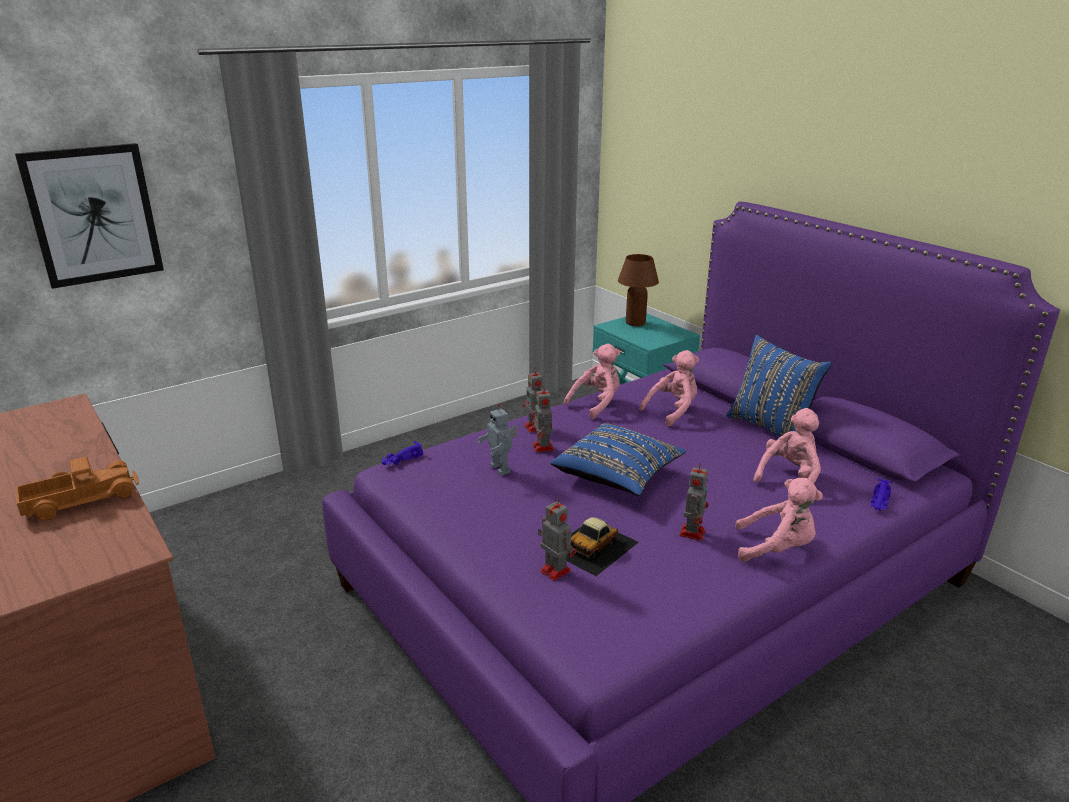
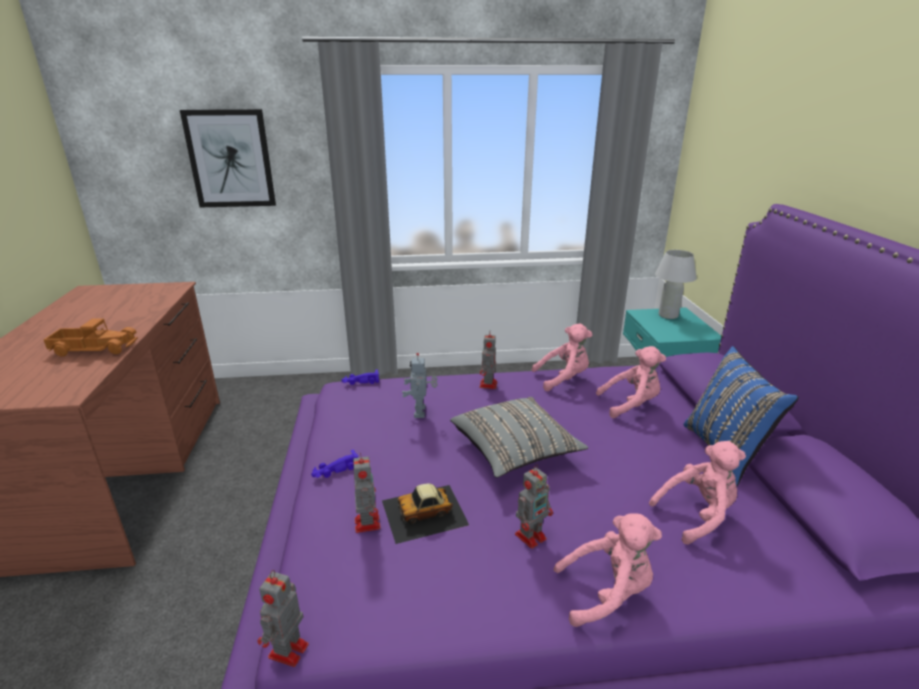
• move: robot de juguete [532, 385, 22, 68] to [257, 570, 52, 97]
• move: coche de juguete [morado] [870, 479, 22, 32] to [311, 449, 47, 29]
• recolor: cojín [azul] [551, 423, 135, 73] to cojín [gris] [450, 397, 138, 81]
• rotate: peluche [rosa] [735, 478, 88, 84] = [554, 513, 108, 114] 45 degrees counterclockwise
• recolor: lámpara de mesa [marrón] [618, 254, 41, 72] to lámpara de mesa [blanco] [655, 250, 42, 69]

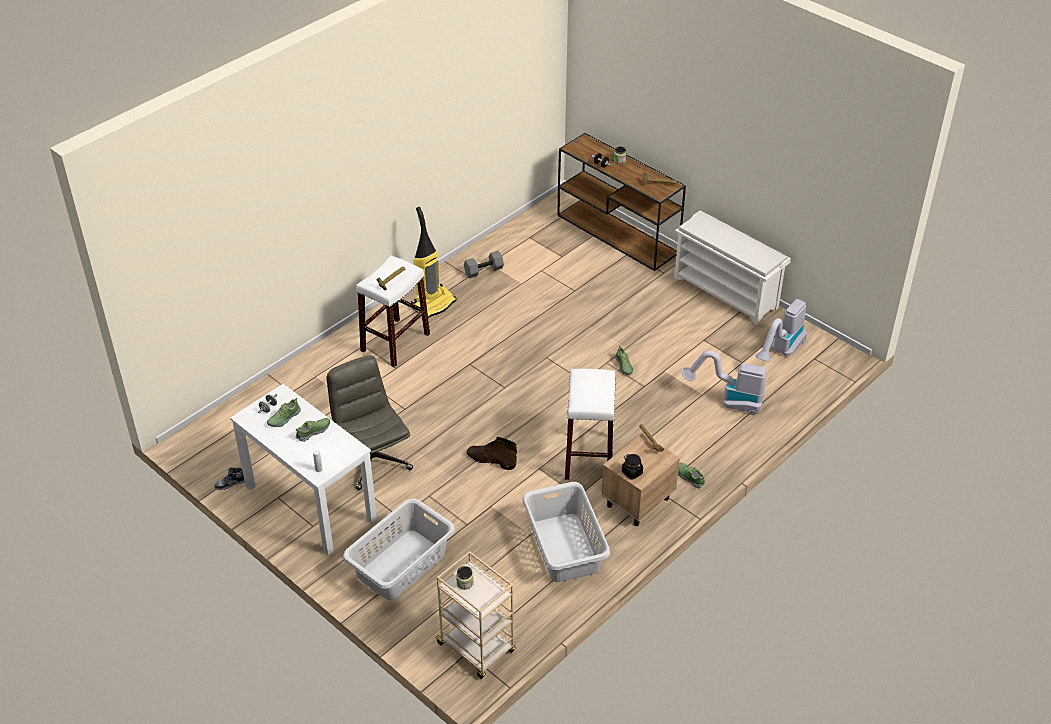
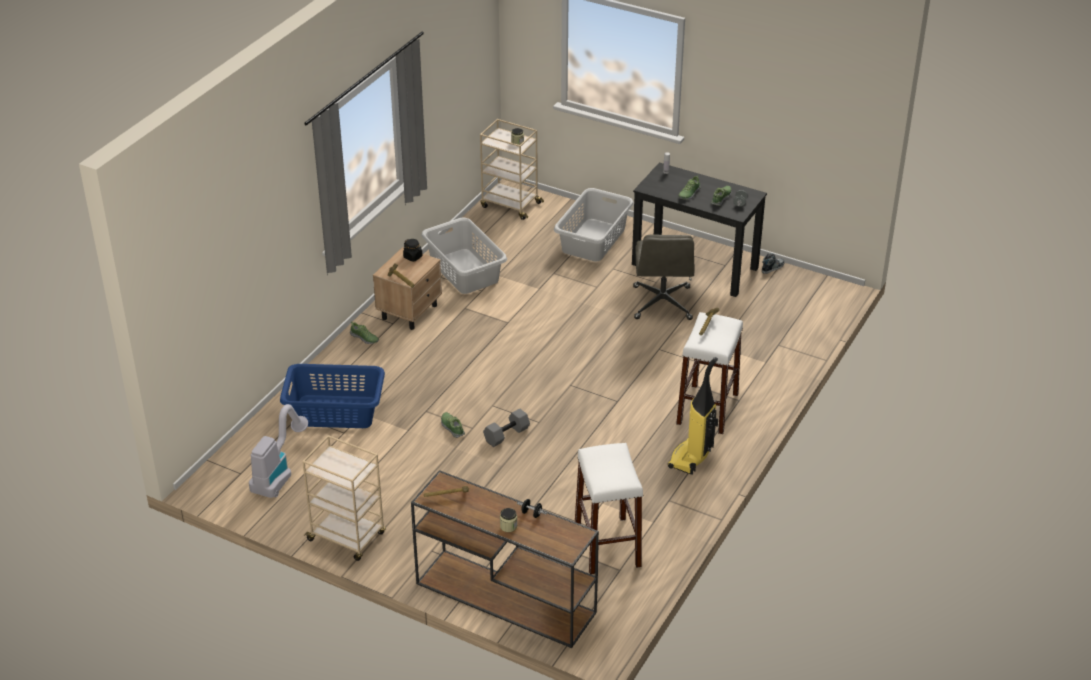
• replace: aspiradora [682, 350, 84, 66] to cesto de la ropa [azul] [280, 364, 105, 64]
• replace: zapatero [blanco] [674, 210, 117, 115] to carrito [beis] [302, 435, 84, 126]
• move: mancuerna [gris] [464, 251, 40, 27] to [483, 408, 47, 39]
• move: taburete [blanco] [565, 369, 51, 111] to [575, 443, 68, 131]
• recolor: escritorio [blanco] [230, 384, 147, 171] to escritorio [negro] [632, 162, 135, 135]
• rotate: silla de oficina [gris] [326, 356, 87, 134] = [633, 235, 61, 85] 45 degrees clockwise
• delete: bota [marrón] [467, 437, 50, 33]

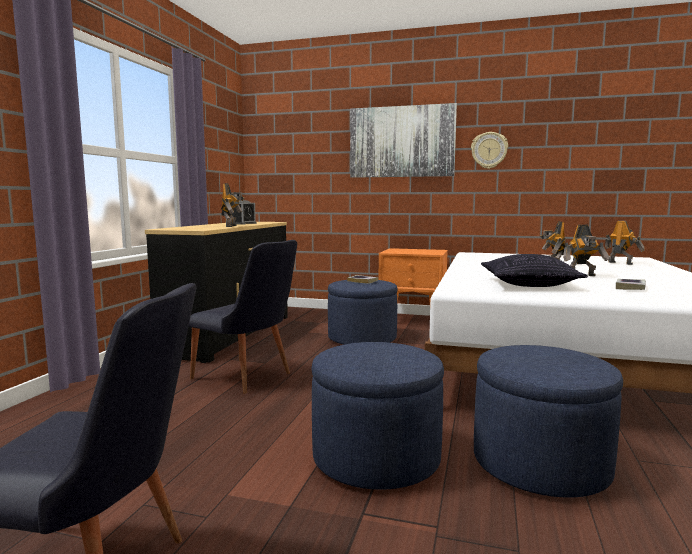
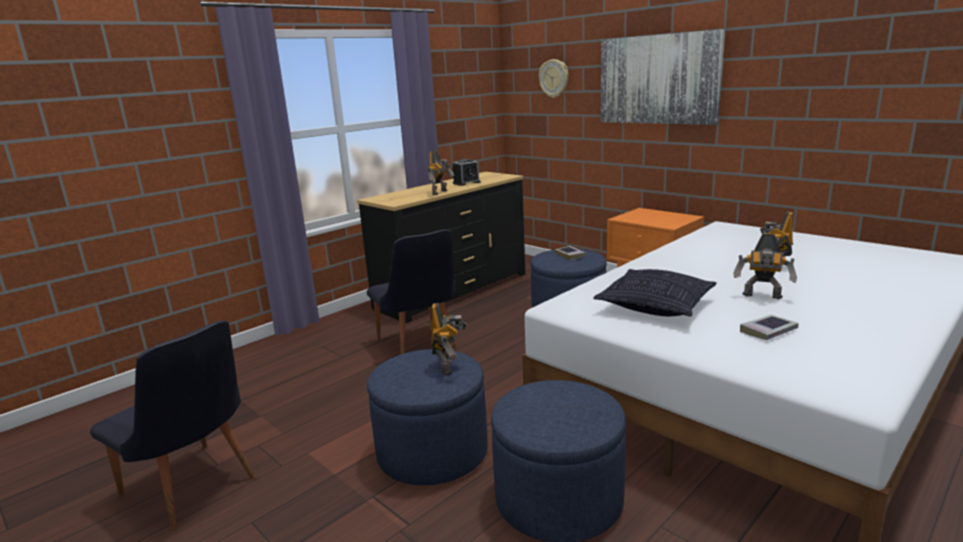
• move: robot de juguete [605, 221, 40, 44] to [431, 303, 36, 73]
• move: reloj de pared [471, 132, 37, 37] to [539, 59, 29, 39]

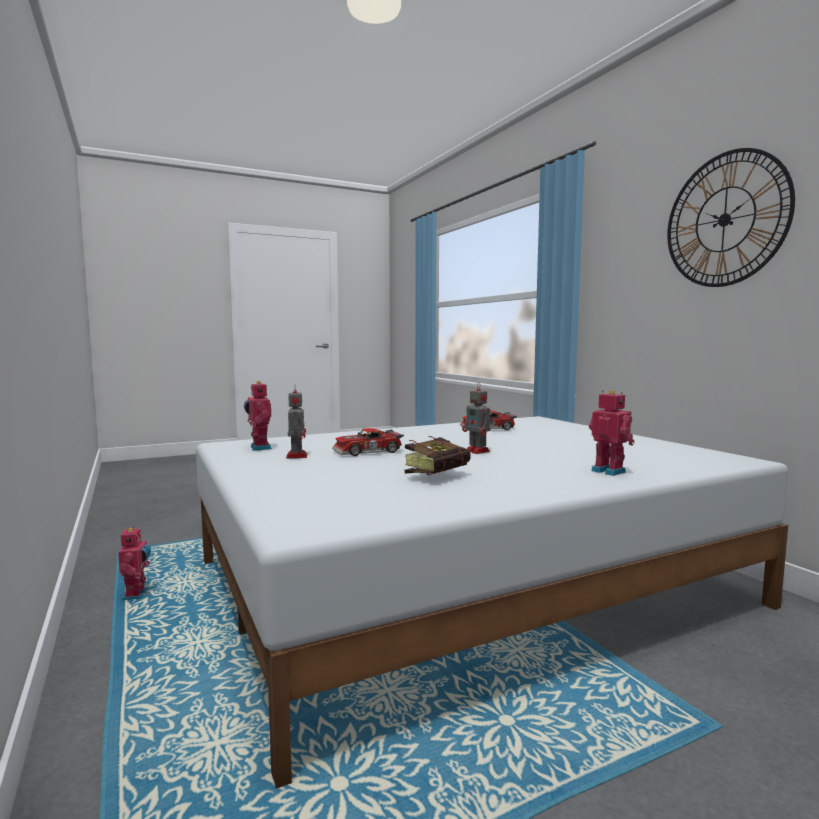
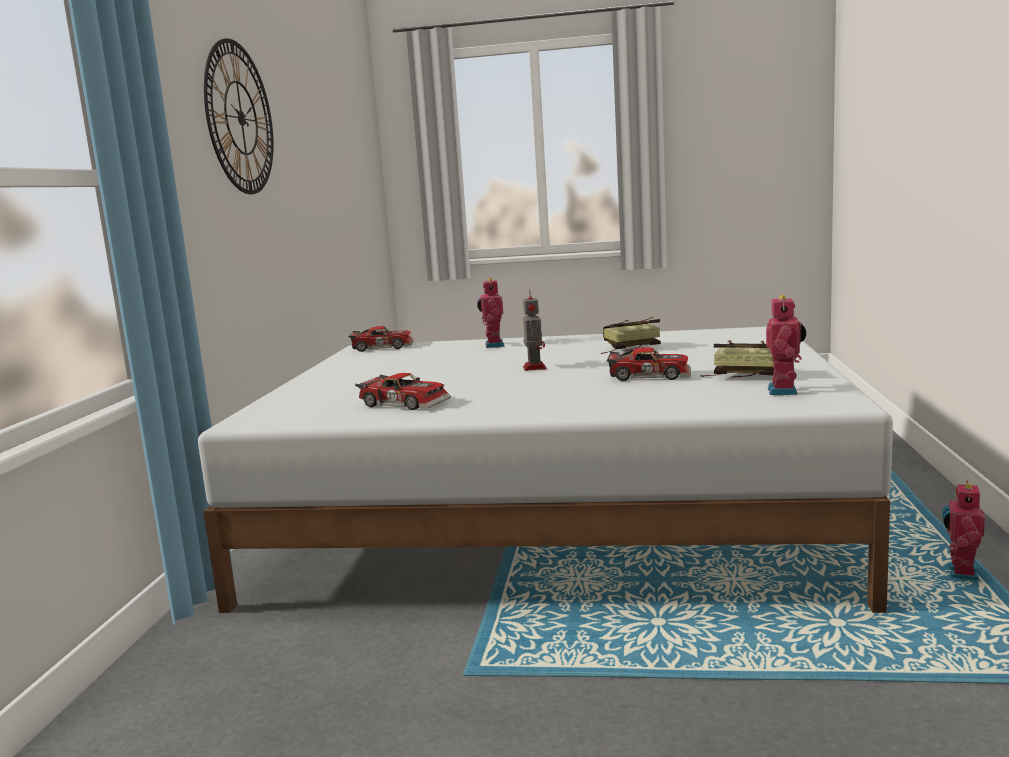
• insert: coche de juguete [349, 326, 65, 26]
• replace: robot de juguete [286, 390, 21, 69] to libro [700, 340, 74, 38]

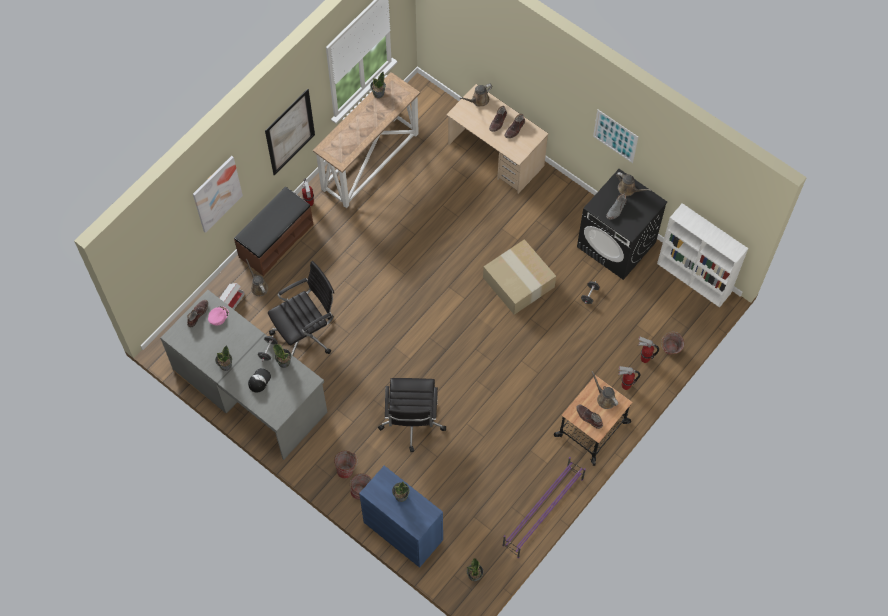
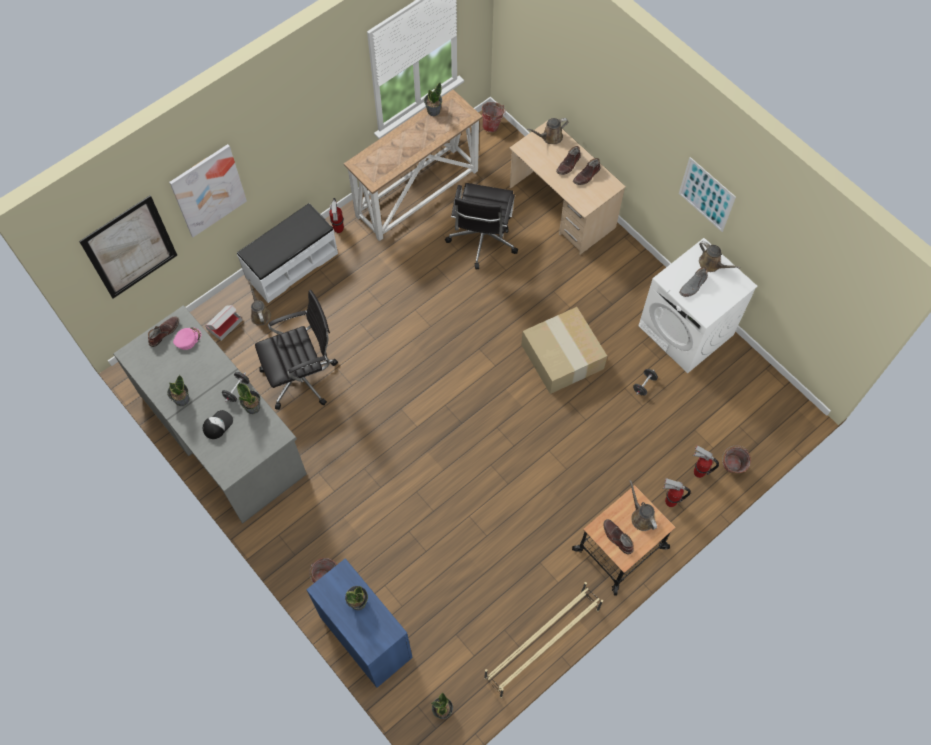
• move: cuadro [265, 89, 50, 87] to [79, 195, 98, 103]
• recolor: banco [marrón] [234, 187, 79, 89] to banco [blanco] [237, 203, 101, 100]
• move: silla de oficina [negro] [378, 378, 68, 74] to [445, 183, 73, 87]
• move: cubo [334, 451, 24, 28] to [482, 102, 24, 30]
• recolor: zapatero [morado] [502, 457, 84, 101] to zapatero [beis] [484, 582, 119, 116]
• recolor: lavadora [negro] [577, 169, 90, 111] to lavadora [blanco] [638, 238, 120, 135]
• delete: estantería [blanco] [657, 203, 91, 105]

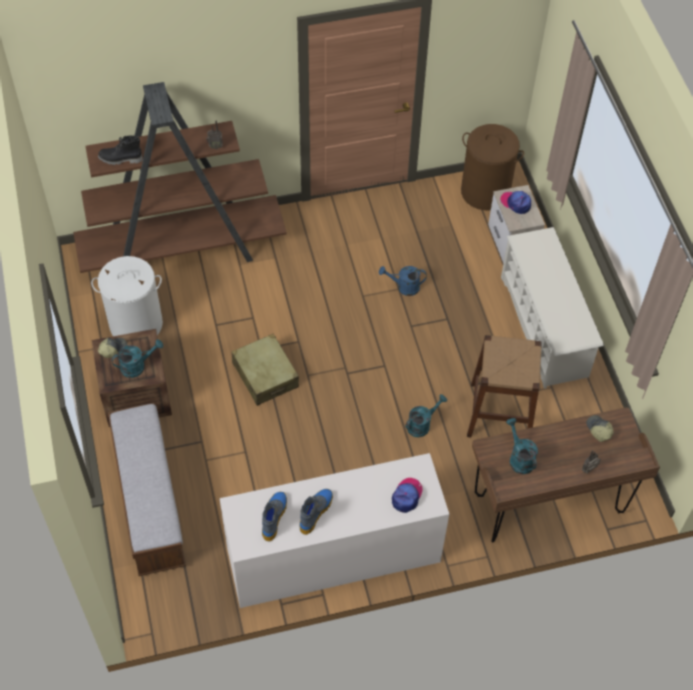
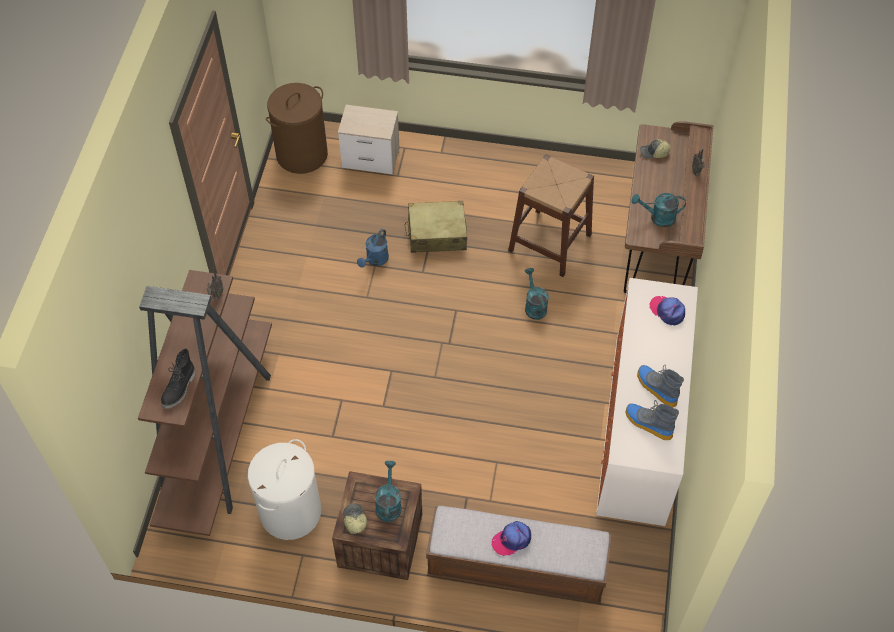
• move: maleta [beis] [231, 334, 68, 72] to [405, 201, 62, 52]
• move: gorra [500, 191, 31, 23] to [492, 521, 39, 35]
• delete: zapatero [blanco] [501, 227, 103, 162]

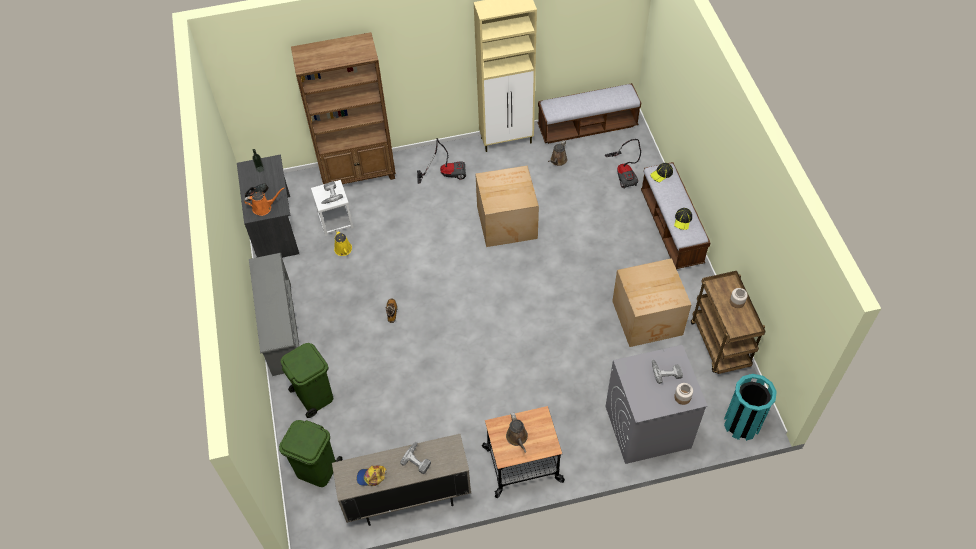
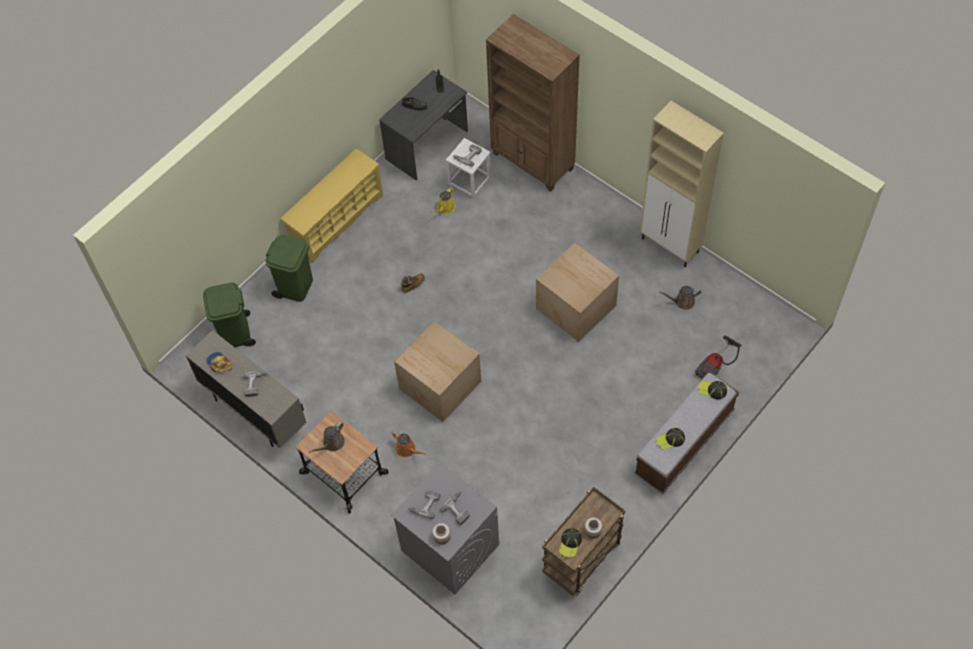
• recolor: zapatero [gris] [249, 253, 50, 123] to zapatero [amarillo] [280, 148, 103, 115]
• move: regadera [naranja] [244, 188, 40, 28] to [391, 431, 35, 27]
• move: caja de cartón [612, 258, 79, 89] to [394, 321, 87, 101]
• insert: taladro [408, 490, 32, 29]
• insert: gorra [559, 528, 23, 30]
• delete: aspiradora [417, 138, 49, 46]
• delete: banco [538, 83, 103, 61]
• delete: papelera [turquesa] [724, 374, 53, 67]

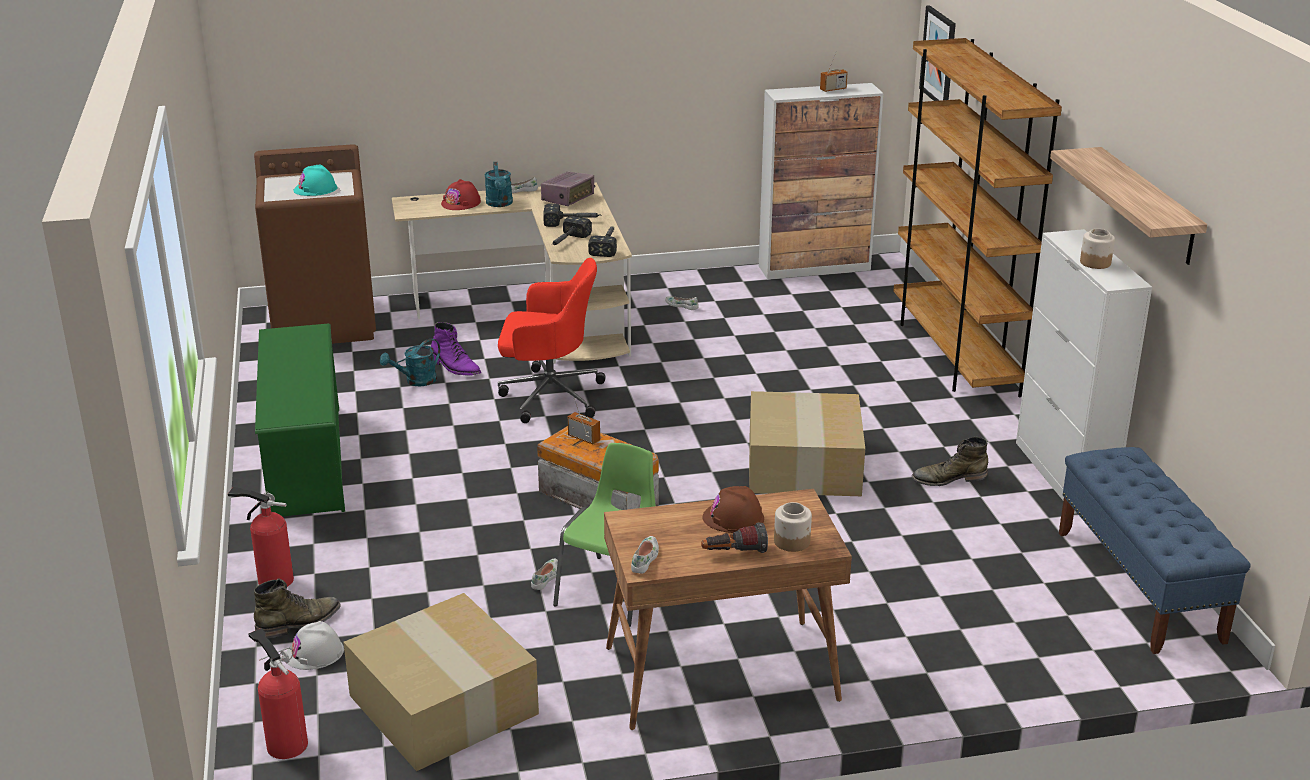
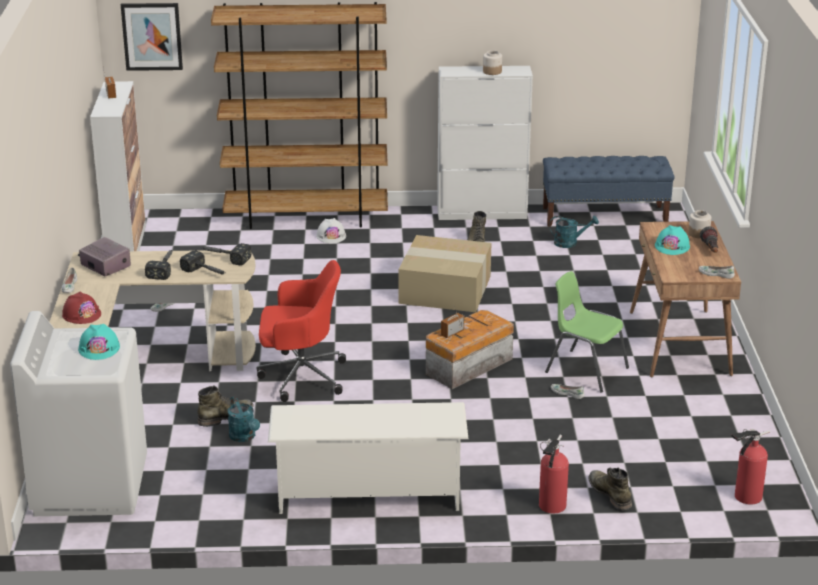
• recolor: lavadora [marrón] [254, 144, 122, 200] to lavadora [blanco] [10, 311, 137, 205]
• recolor: bota [morado] [431, 322, 50, 54] to bota [verde] [197, 385, 57, 42]
• rotate: silla de oficina [rojo] [498, 258, 108, 165] = [257, 260, 89, 142] 75 degrees clockwise
• recolor: zapatero [verde] [255, 323, 90, 194] to zapatero [blanco] [268, 402, 200, 112]
• move: casco [blanco] [286, 621, 58, 49] to [316, 218, 30, 26]
• move: regadera [turquesa] [484, 162, 29, 45] to [549, 216, 50, 32]
• recolor: casco [marrón] [702, 486, 62, 47] to casco [turquesa] [655, 225, 35, 30]
• delete: caja de cartón [343, 593, 196, 178]
• delete: estante [1050, 147, 157, 118]

